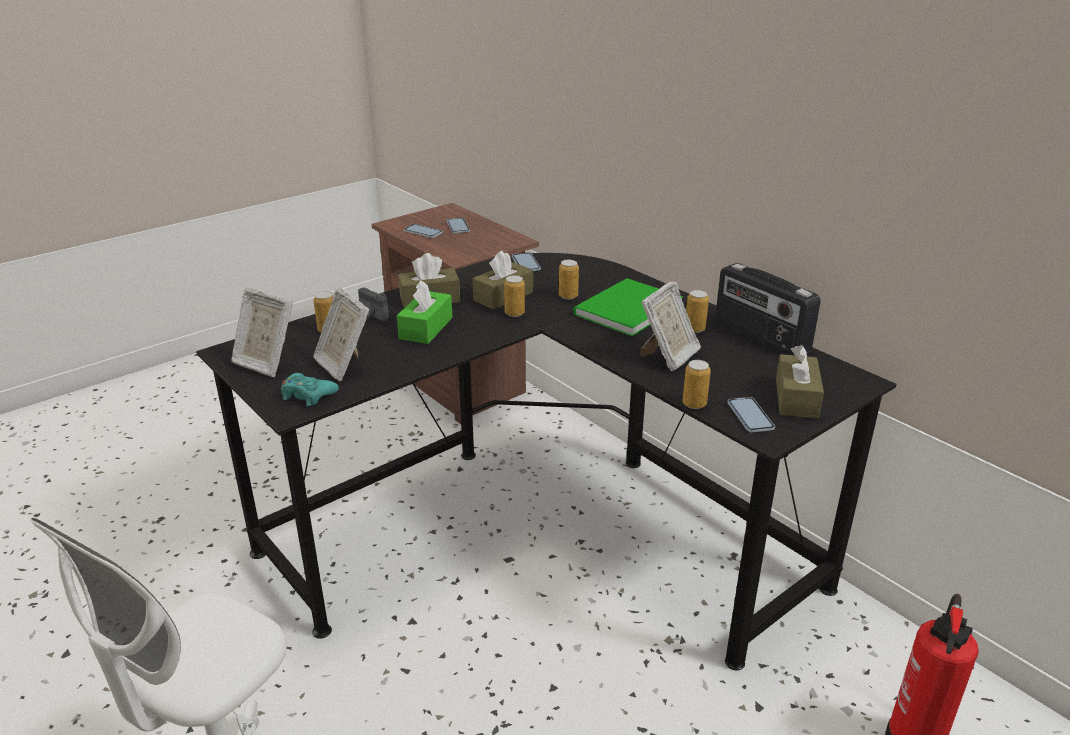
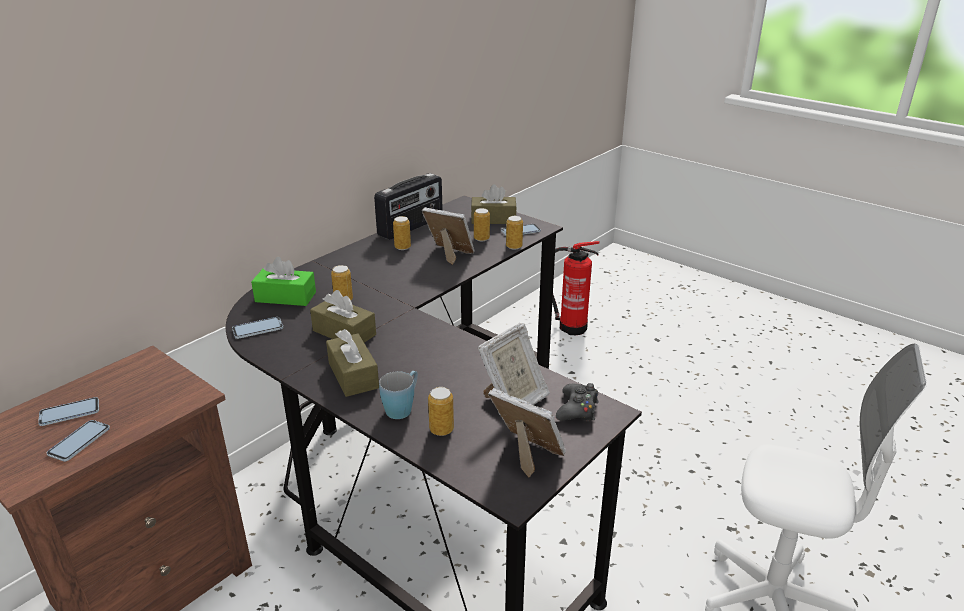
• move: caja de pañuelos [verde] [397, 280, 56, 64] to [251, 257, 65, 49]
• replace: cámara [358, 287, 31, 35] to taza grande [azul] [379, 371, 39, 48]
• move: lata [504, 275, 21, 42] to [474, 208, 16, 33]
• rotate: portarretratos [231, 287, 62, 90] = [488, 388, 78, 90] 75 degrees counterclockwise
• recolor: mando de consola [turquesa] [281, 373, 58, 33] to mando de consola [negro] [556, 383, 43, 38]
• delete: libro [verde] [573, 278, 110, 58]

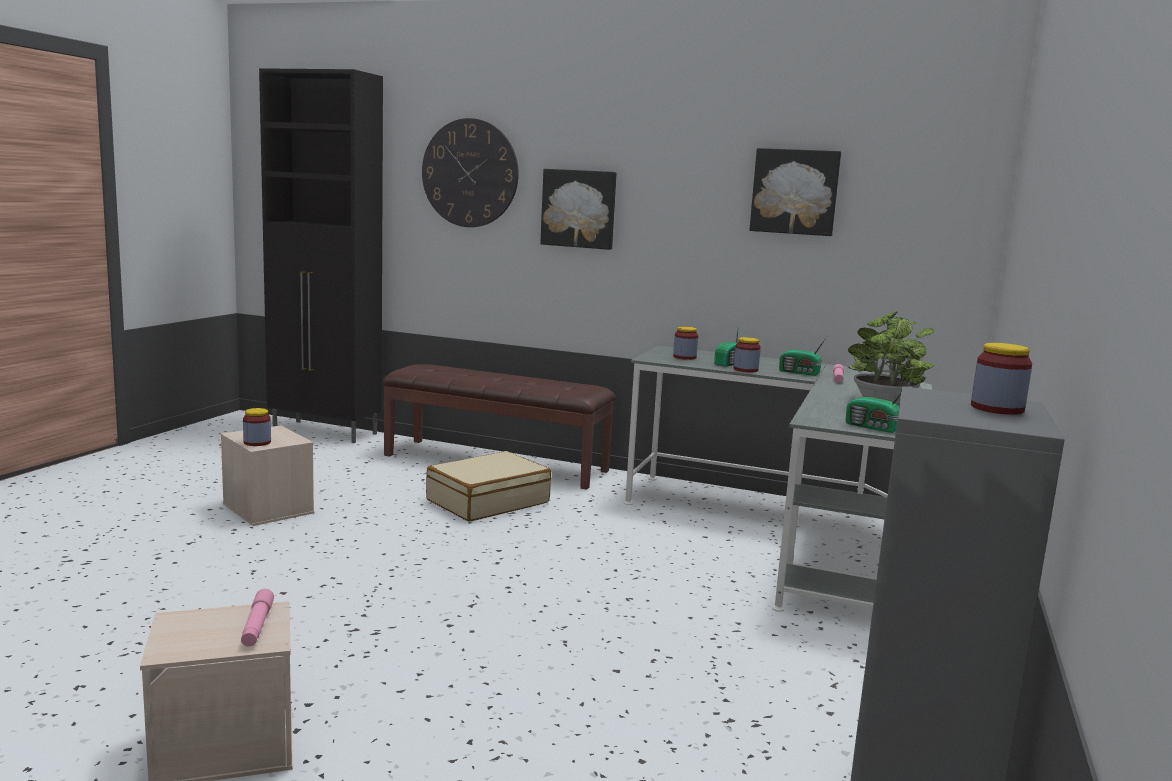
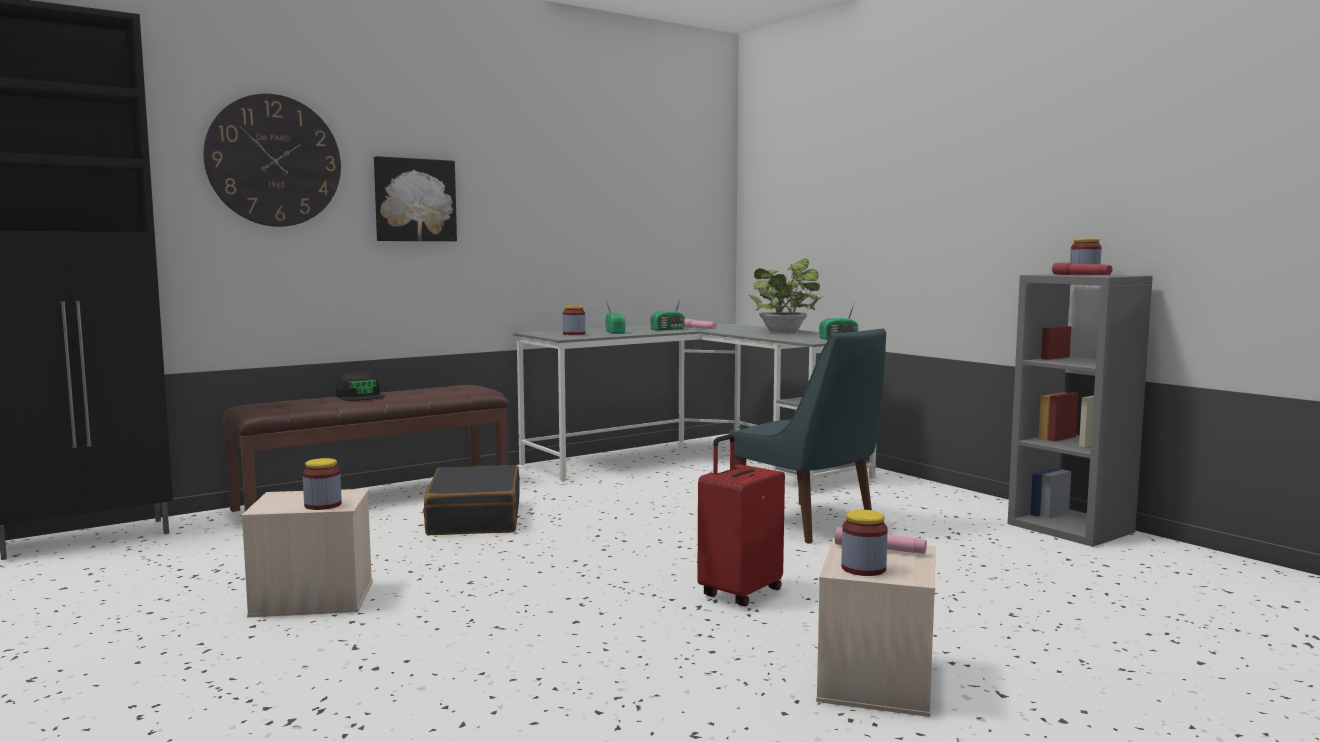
• insert: gorra [negro] [336, 371, 49, 30]
• recolor: maleta [beis] [426, 451, 125, 71] to maleta [negro] [423, 465, 97, 70]
• insert: maleta [rojo] [697, 434, 88, 173]
• insert: silla [azul] [730, 328, 156, 216]
• move: tarro [734, 337, 27, 35] to [841, 510, 47, 66]
• insert: linterna [rojo] [1052, 263, 60, 12]
• delete: cuadro [750, 148, 91, 88]

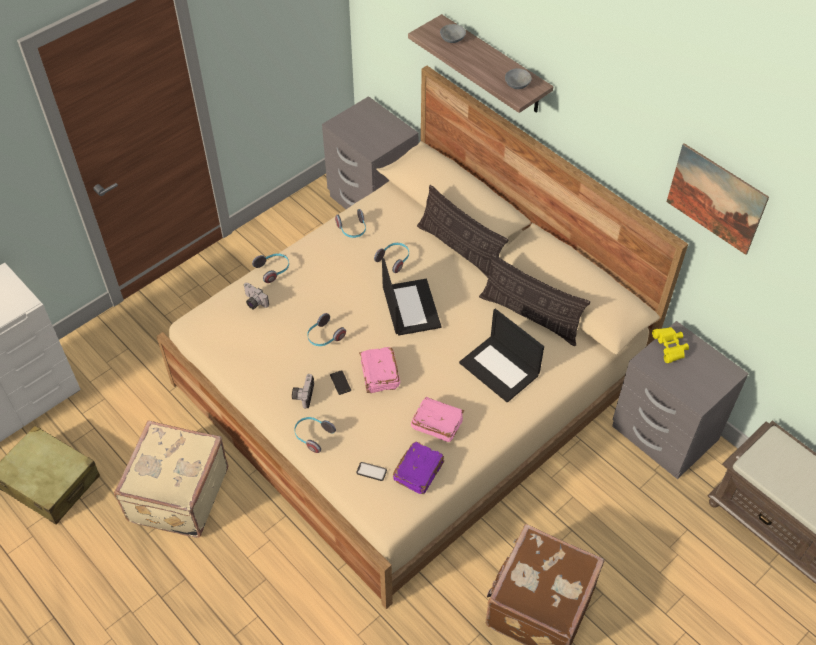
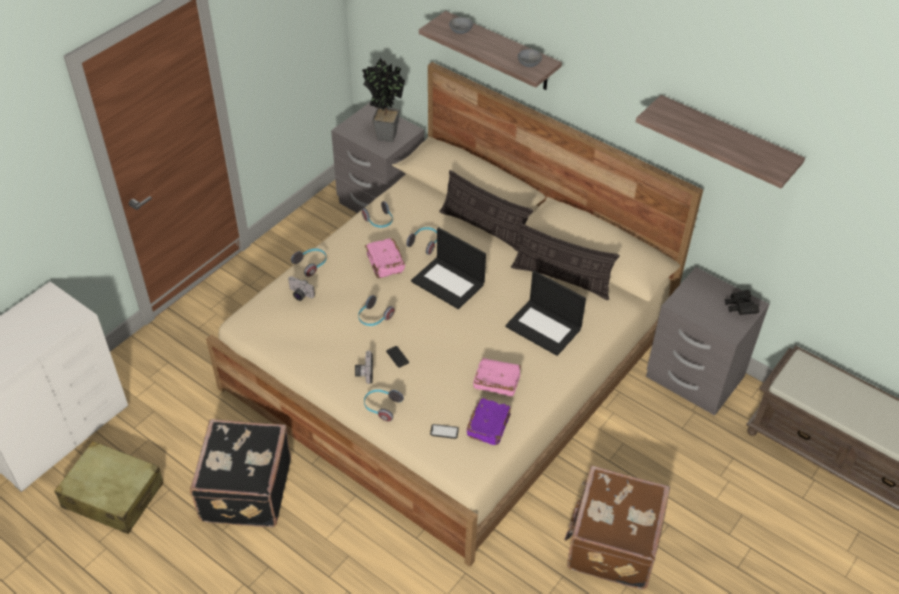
• recolor: maleta [beis] [114, 421, 114, 117] to maleta [negro] [190, 419, 101, 108]
• insert: planta en maceta [362, 58, 43, 84]
• move: libro [rosa] [359, 347, 41, 46] to [365, 238, 40, 40]
• rotate: portátil [382, 258, 59, 78] = [411, 227, 75, 82] 150 degrees clockwise
• replace: cuadro [667, 143, 102, 112] to estante [636, 95, 169, 93]
• insert: prismáticos [negro] [725, 290, 34, 25]
• delete: prismáticos [amarillo] [652, 327, 37, 36]

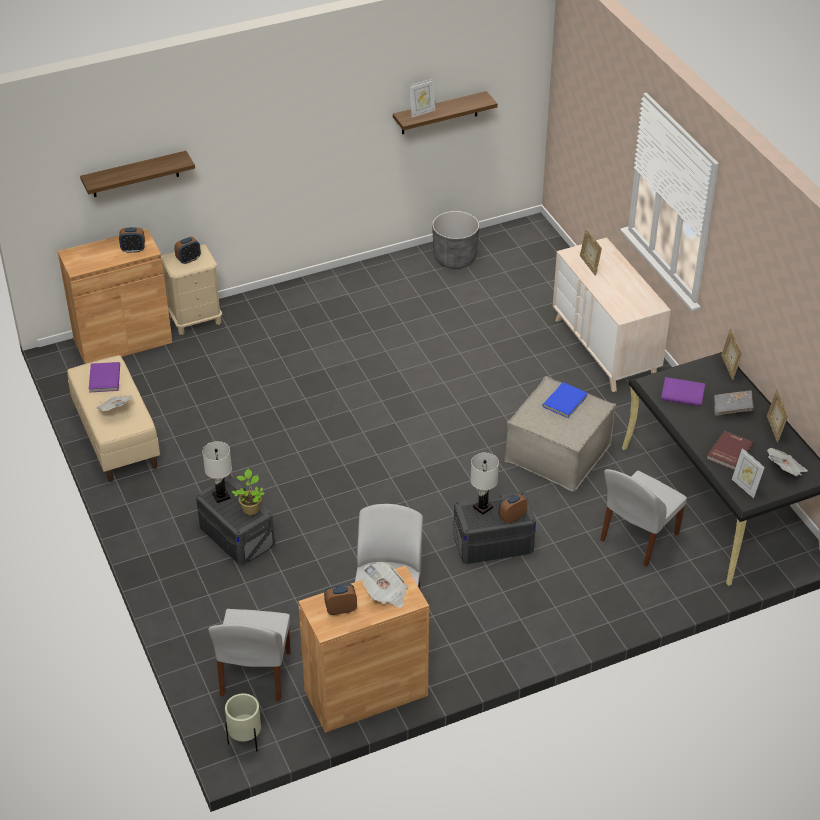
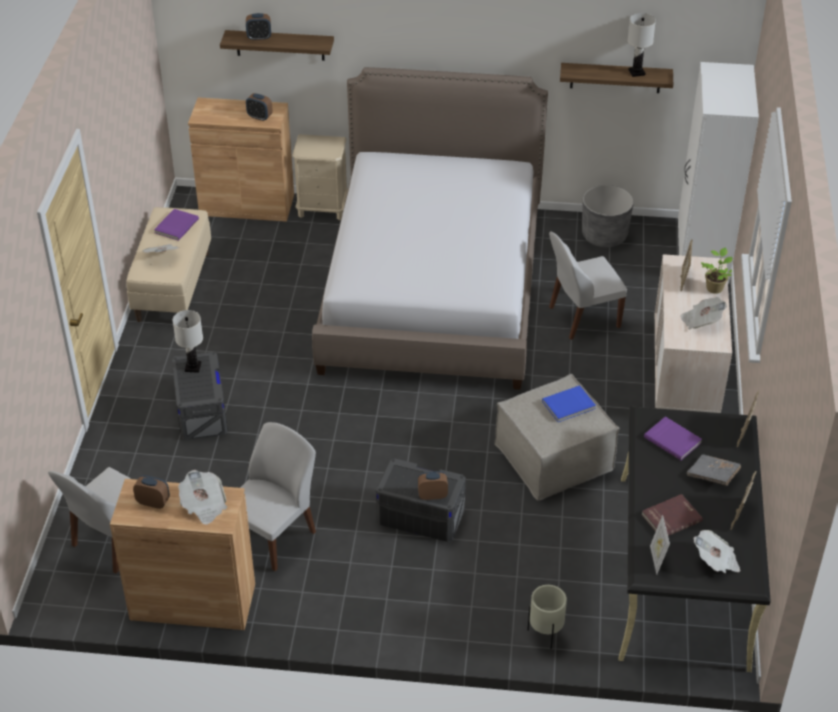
• move: despertador [174, 237, 27, 27] to [246, 13, 25, 28]
• insert: cama [312, 67, 236, 323]
• move: maceta [beis] [225, 693, 36, 59] to [527, 585, 40, 64]
• move: silla [blanco] [600, 469, 87, 98] to [549, 232, 78, 108]
• move: lámpara de mesa [blanco] [470, 452, 29, 63] to [627, 13, 29, 64]
• insert: armario ropero [blanco] [678, 62, 81, 222]
• insert: periódico [680, 297, 47, 33]
• move: planta en maceta [232, 469, 32, 46] to [701, 247, 31, 47]
• delete: portarretratos [409, 79, 26, 38]

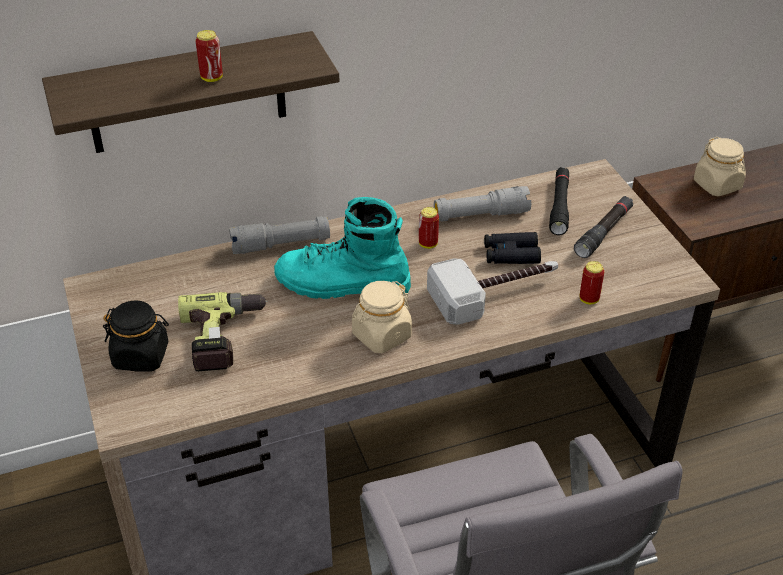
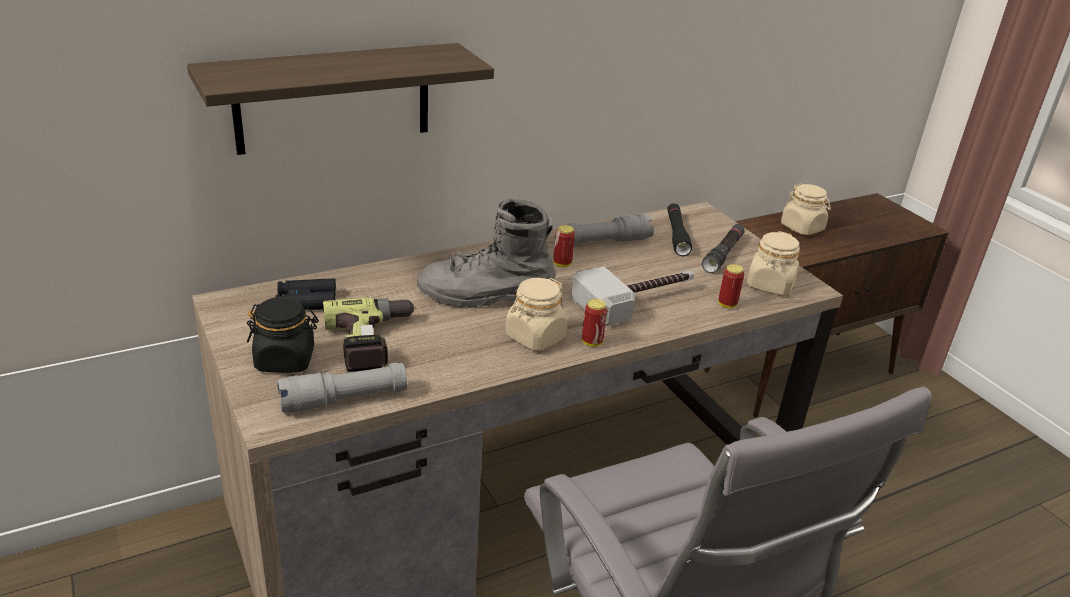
• move: prismáticos [negro] [484, 232, 57, 32] to [276, 278, 60, 32]
• move: linterna [gris] [229, 216, 101, 38] to [277, 362, 130, 51]
• recolor: bota [turquesa] [274, 197, 137, 102] to bota [gris] [417, 199, 138, 109]
• move: lata [196, 30, 27, 52] to [582, 299, 25, 48]
• insert: tarro [beis] [747, 231, 53, 65]

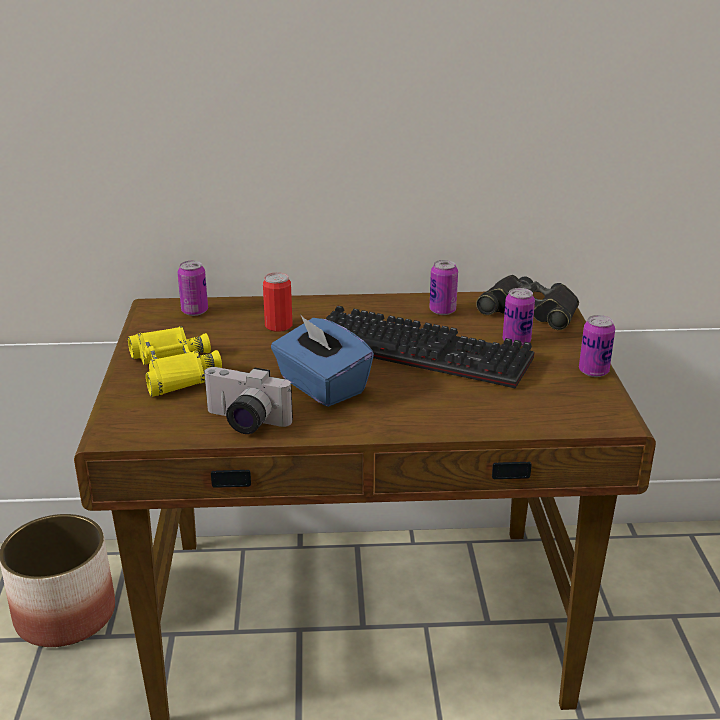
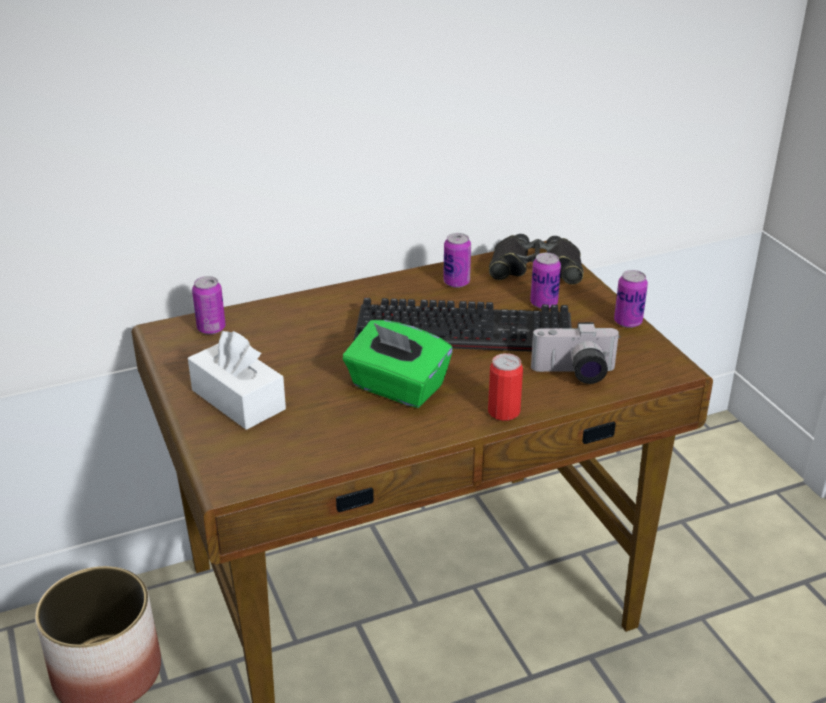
• replace: prismáticos [amarillo] [128, 326, 94, 71] to caja de pañuelos [blanco] [188, 331, 98, 99]
• recolor: caja de pañuelos [azul] [271, 316, 103, 91] to caja de pañuelos [verde] [343, 320, 110, 88]
• move: lata [263, 272, 30, 60] to [488, 353, 35, 68]
• move: cámara [202, 367, 91, 67] to [531, 322, 90, 62]

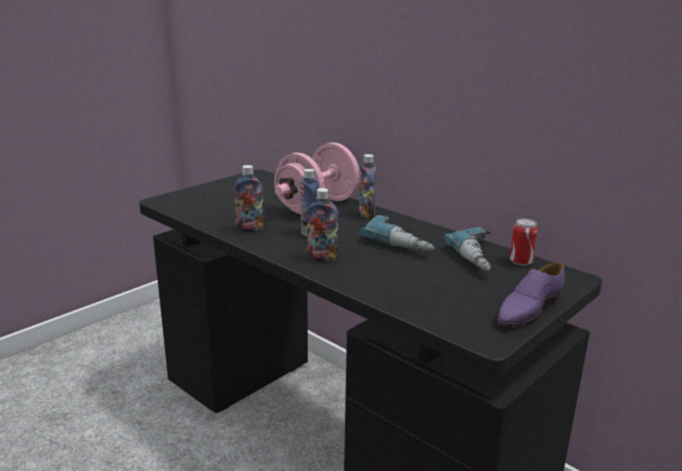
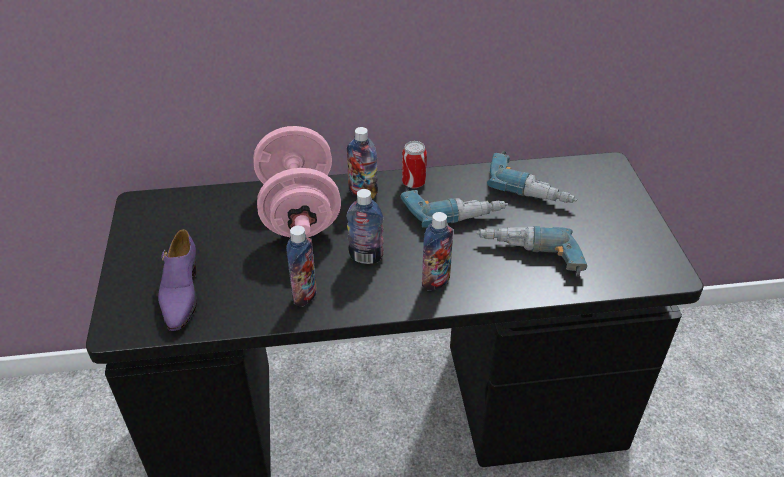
• move: zapato [morado] [497, 262, 68, 65] to [158, 229, 39, 102]
• move: lata [510, 219, 28, 47] to [402, 141, 25, 48]
• insert: taladro [476, 226, 111, 51]

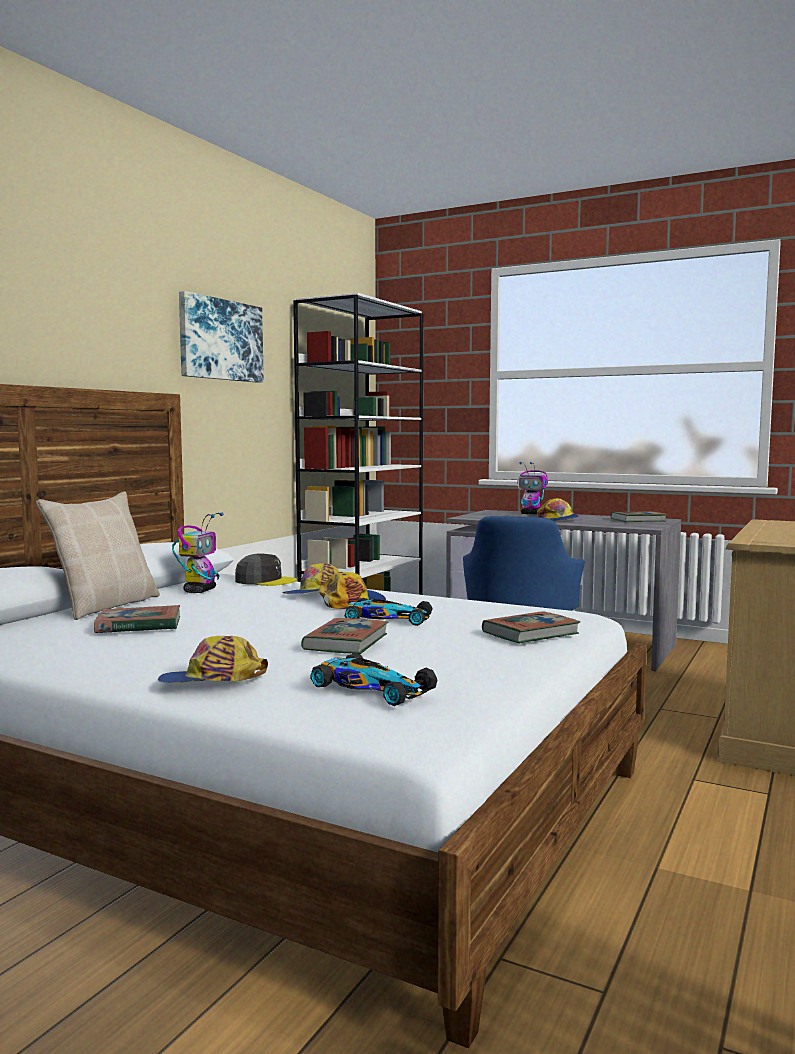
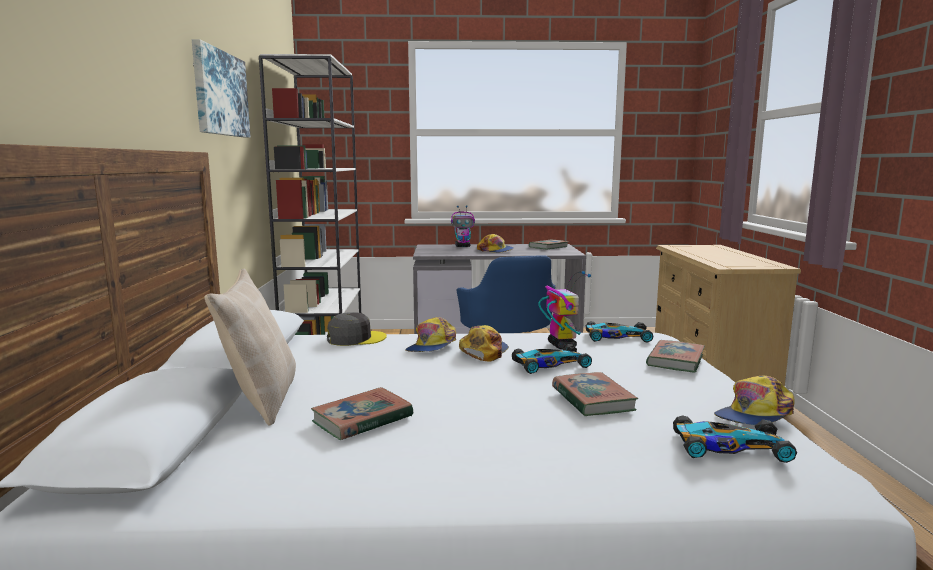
• move: robot de juguete [172, 512, 51, 81] to [538, 271, 53, 78]
• insert: coche de juguete [586, 321, 68, 21]
• move: gorra [158, 636, 110, 47] to [714, 376, 81, 49]

